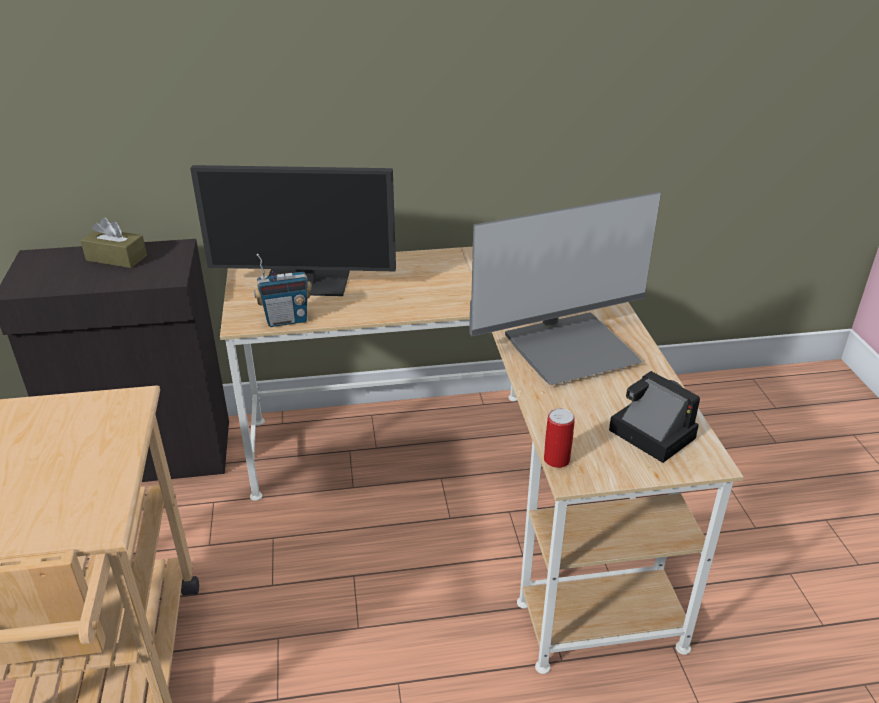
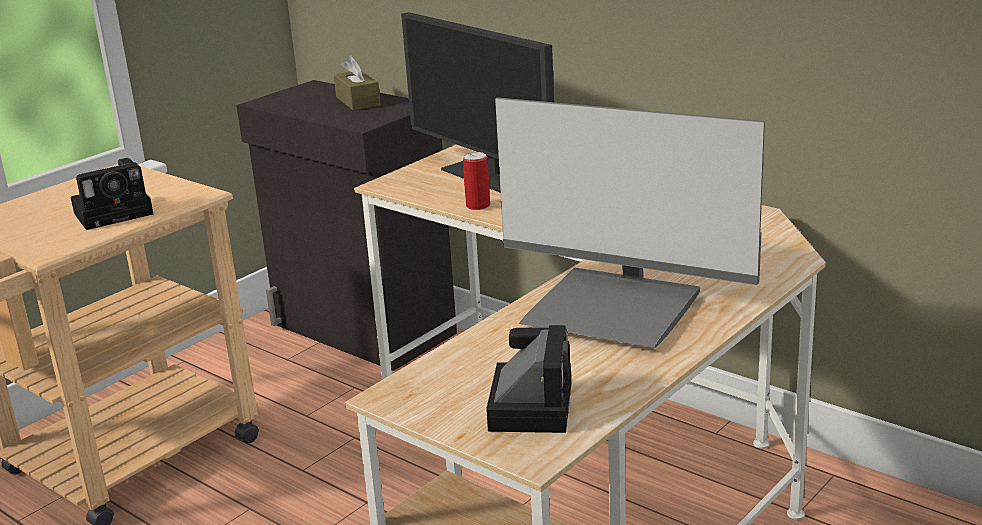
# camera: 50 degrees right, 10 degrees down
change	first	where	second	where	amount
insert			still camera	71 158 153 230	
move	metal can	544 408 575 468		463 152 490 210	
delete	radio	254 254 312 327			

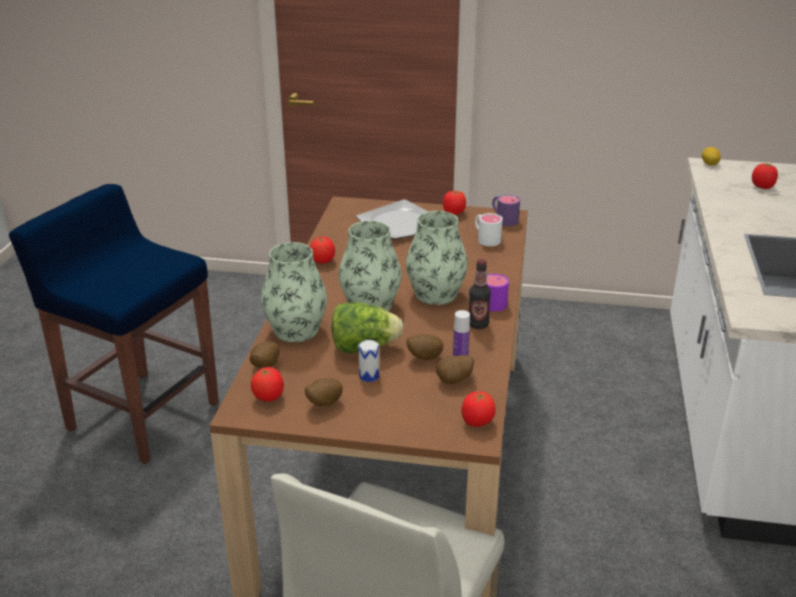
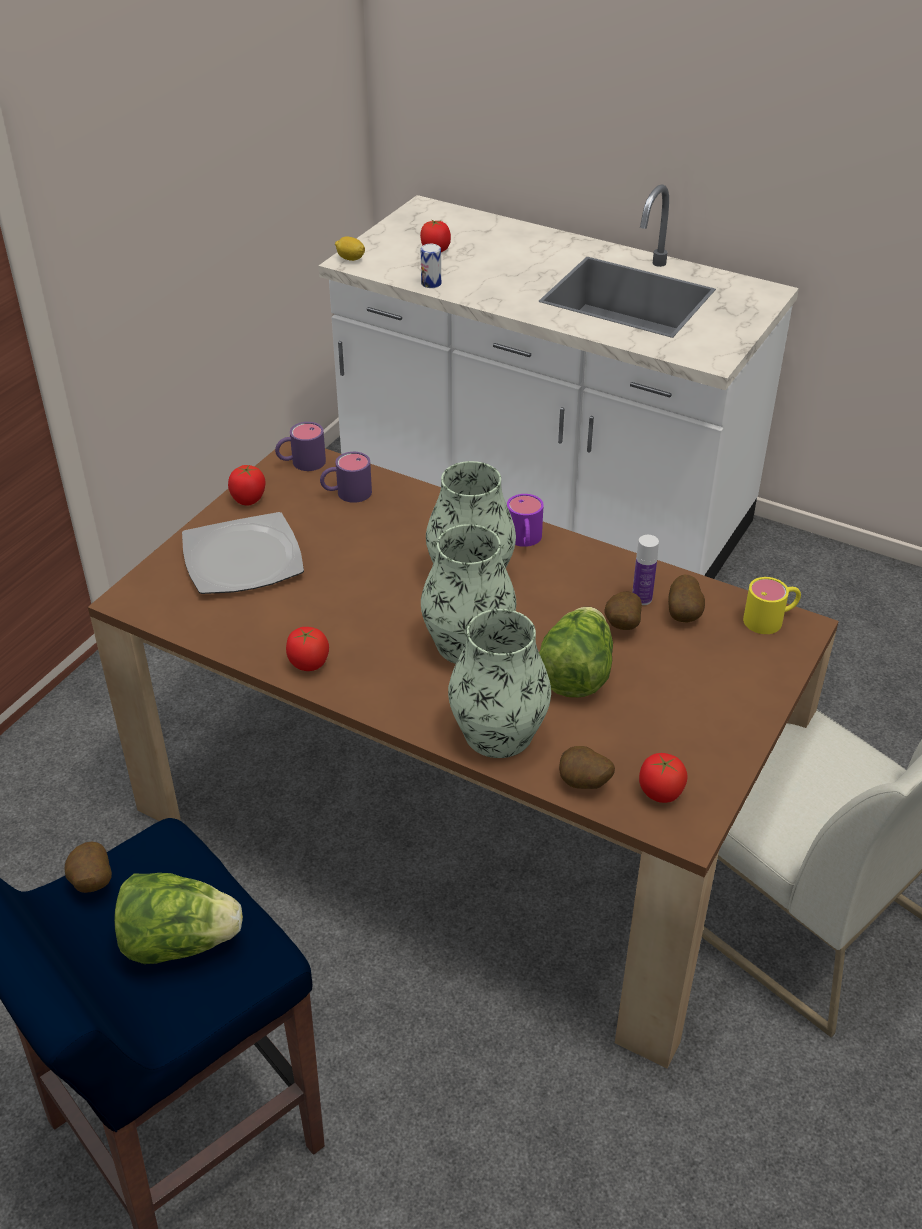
# camera: 70 degrees left, 10 degrees up
change	first	where	second	where	amount
move	potato	305 378 343 406		64 842 112 893	
insert			lettuce head	114 873 243 964	
recolor	tea mug in white-coloured	475 213 503 246	tea mug in purple	320 452 372 503	
move	metal can	358 340 379 382		421 244 441 288	
replace	fresh tomato	461 391 496 427	tea mug in yellow	743 577 801 634	
delete	drink bottle	469 259 491 329			

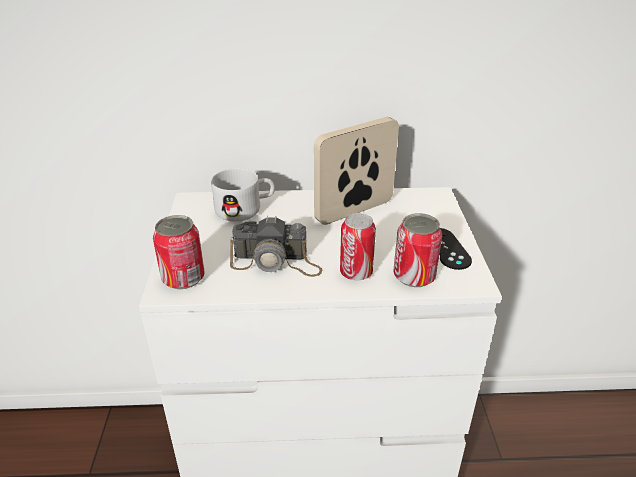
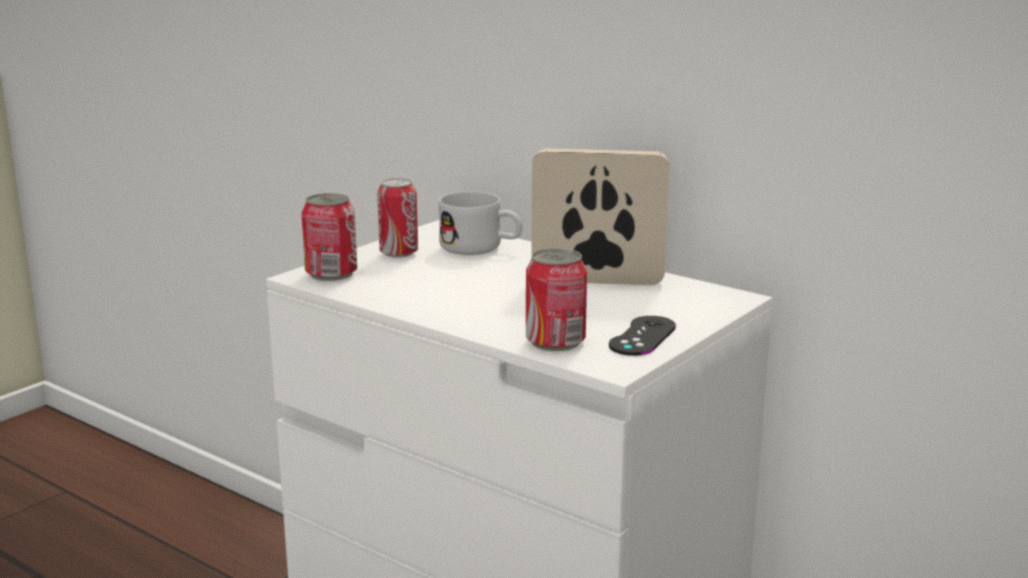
# camera: 40 degrees right, 15 degrees down
change	first	where	second	where	amount
move	metal can	340 213 376 280		377 178 418 258	
delete	still camera	230 216 322 277			

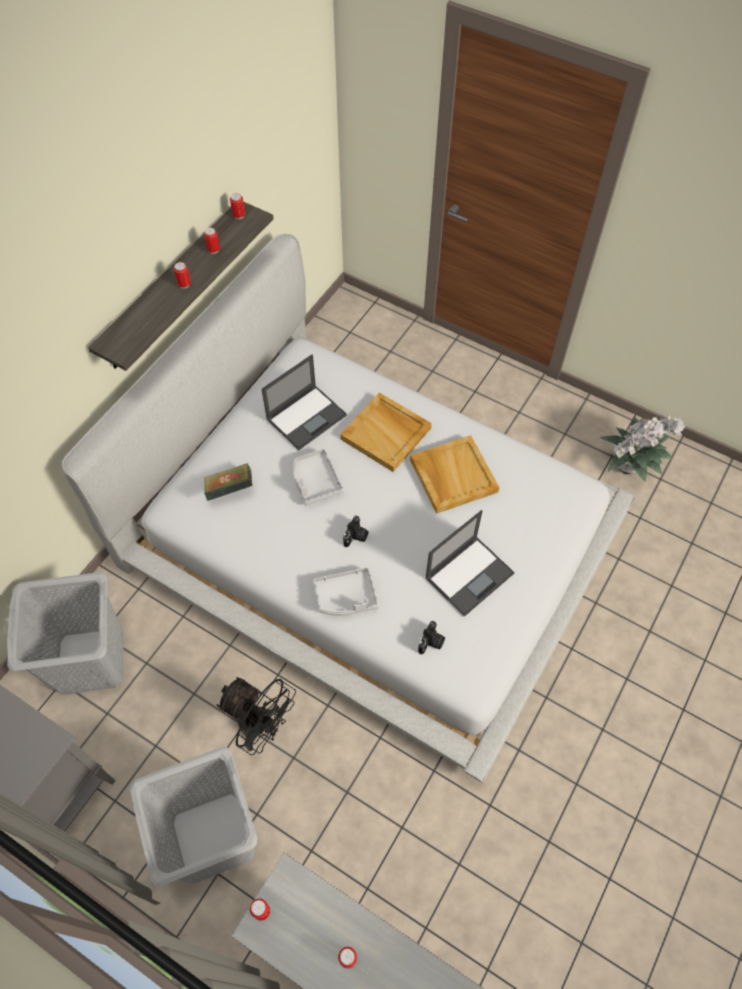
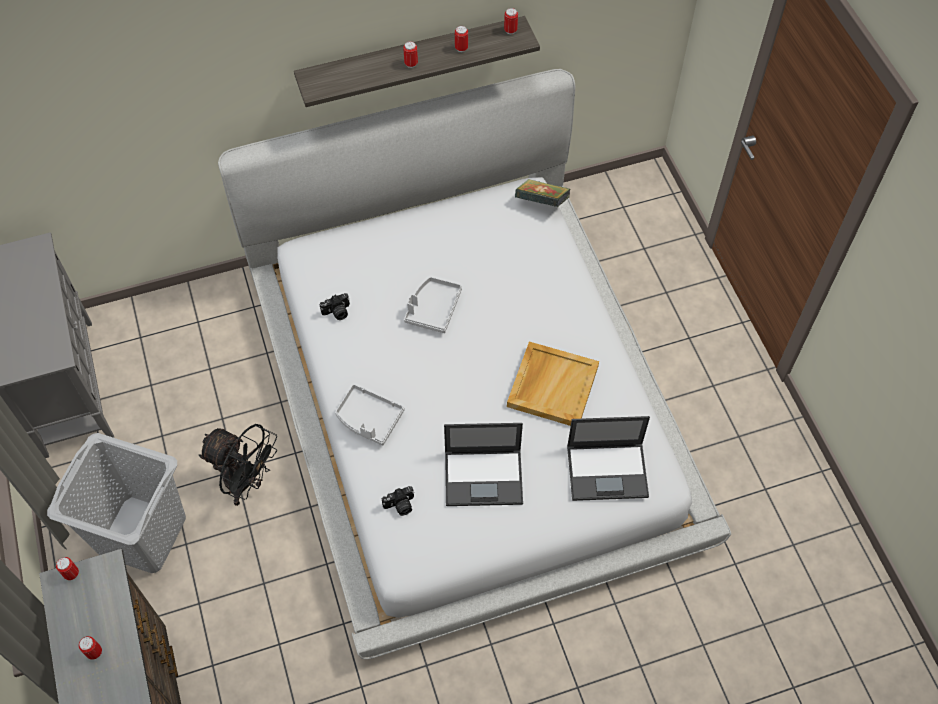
# camera: 40 degrees right, 0 degrees up
change	first	where	second	where	amount
rotate	electric fan in blackish	216 677 296 755		199 424 277 506	45 degrees counterclockwise
move	still camera	343 516 368 547		320 293 350 320	
move	bound book	204 463 252 501		515 179 570 207	
move	notebook computer	261 354 347 450		567 416 650 501	
delete	hamper in grey	7 572 124 695			
delete	serving tray in beige-coloured	340 392 432 472			
delete	plant in a pot	599 414 685 482			

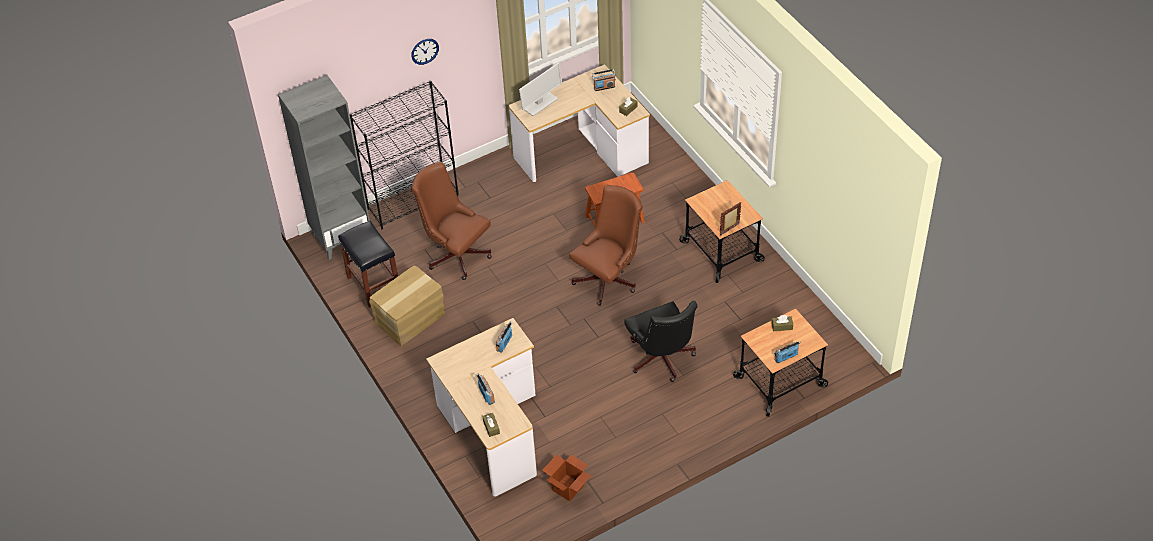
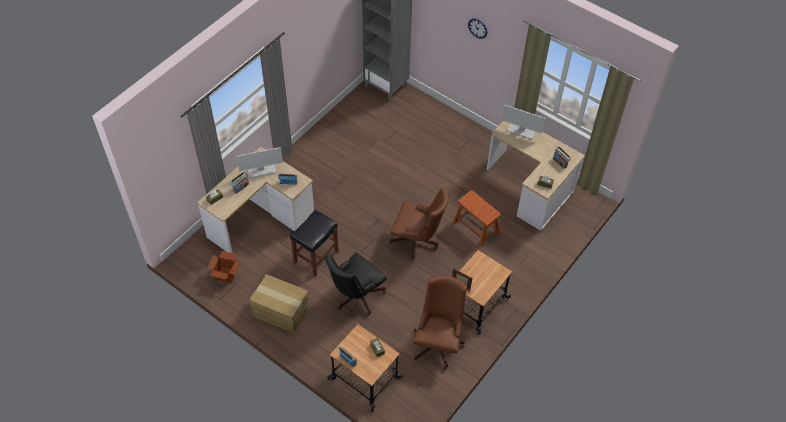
# camera: 65 degrees right, 5 degrees up
change	first	where	second	where	amount
insert			monitor	237 147 283 178	
move	packing box	369 265 445 346		249 274 309 333	
move	stool in blackish	338 221 398 308		290 210 339 276	
move	desk chair in brown-coloured	411 162 492 280		413 275 467 370	
delete	shelving unit in blackish	350 81 459 229			

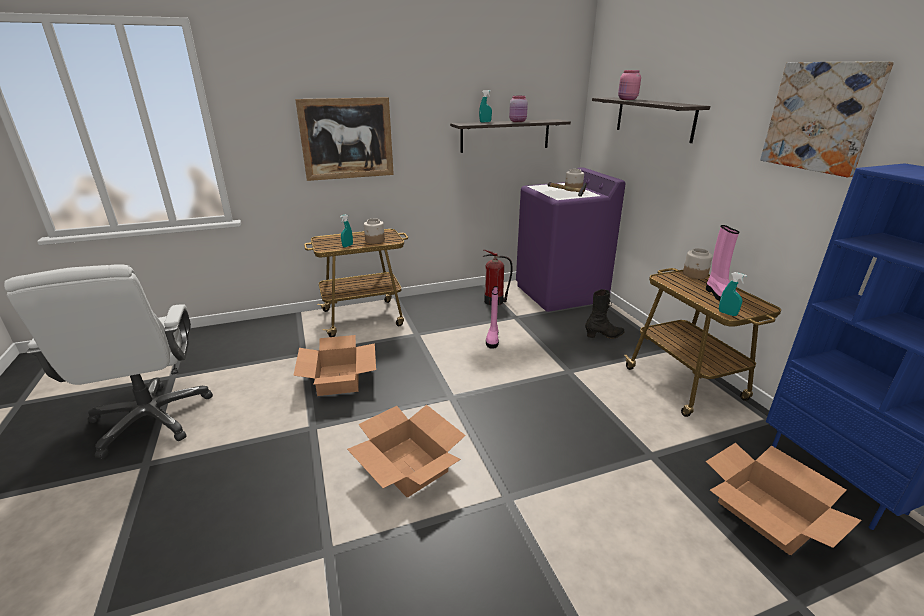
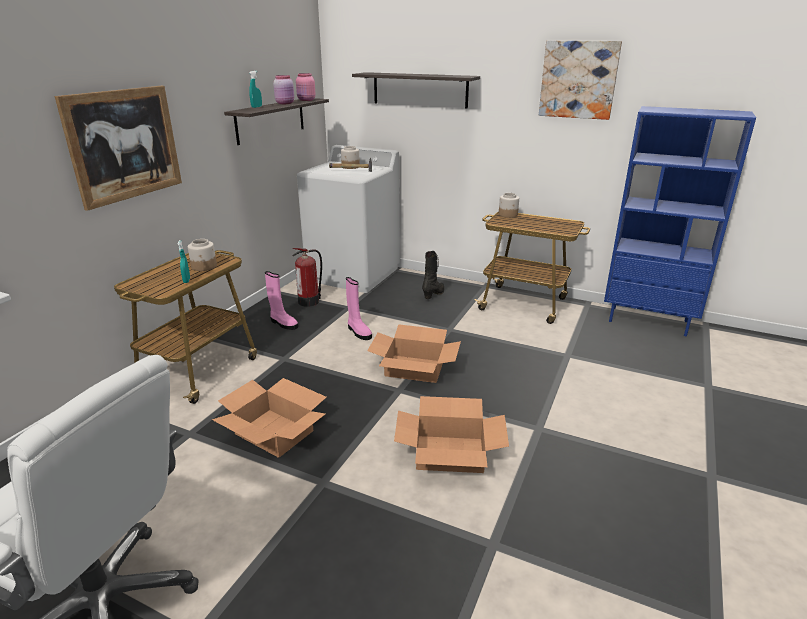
# camera: 45 degrees left, 0 degrees up
change	first	where	second	where	amount
move	tall boot in pink	706 225 739 301		265 271 298 330	
move	jar in pink	618 70 641 100		296 73 316 101	
recolor	laundry appliance in purple	516 167 626 312	laundry appliance in white-coloured	297 145 400 293	
move	packing box	706 443 862 555		367 324 461 383	
delete	hand sprayer in turquoise-coloured	719 272 747 316			

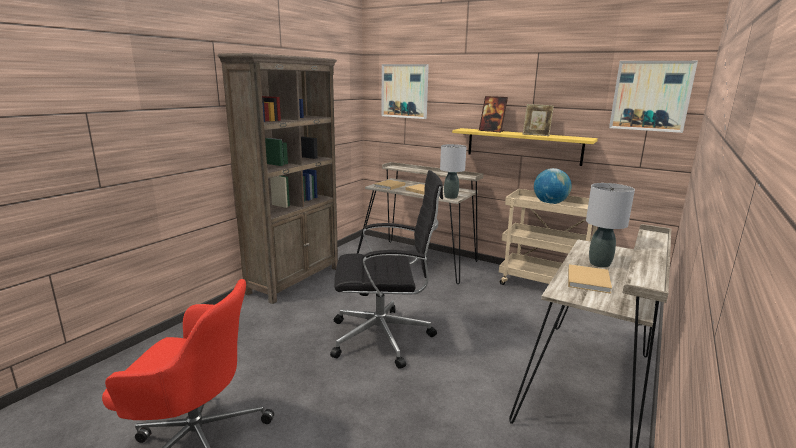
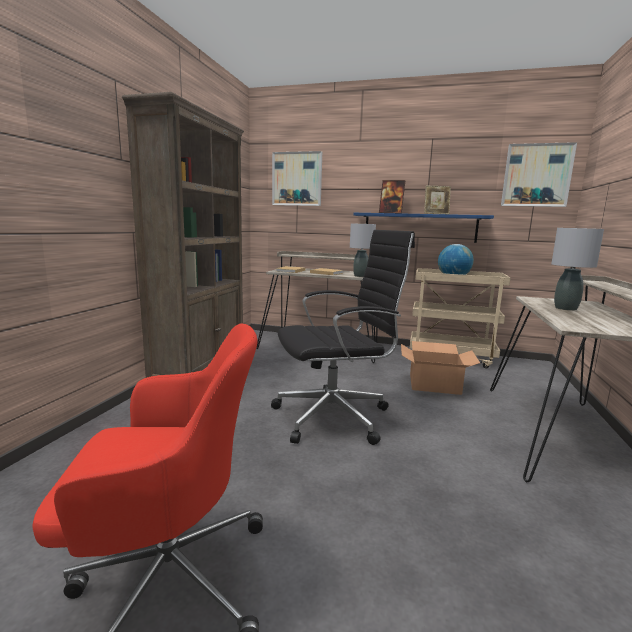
# camera: 15 degrees left, 5 degrees down
change	first	where	second	where	amount
recolor	bracket shelf in yellow	452 128 598 166	bracket shelf in blue	353 213 494 243	
insert			packing box	401 341 480 395	
delete	bound book in beige-coloured	568 264 612 293			

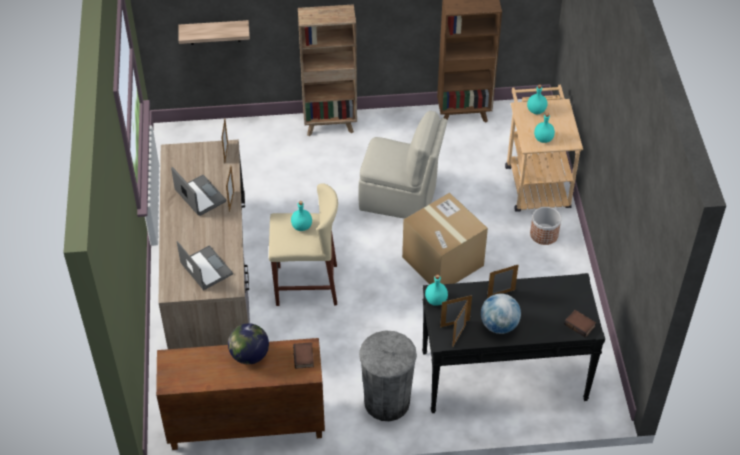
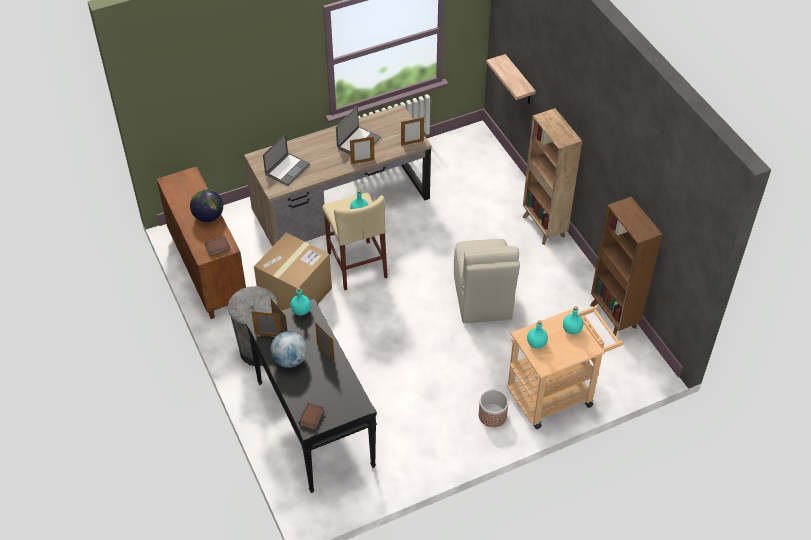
# camera: 70 degrees right, 0 degrees up
change	first	where	second	where	amount
move	packing box	402 193 488 284		254 233 332 311	

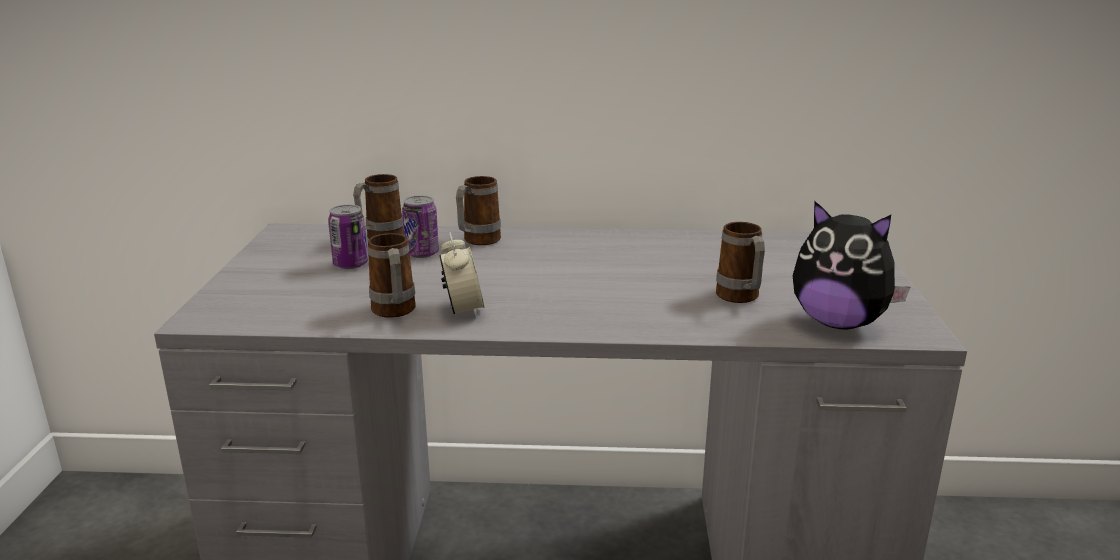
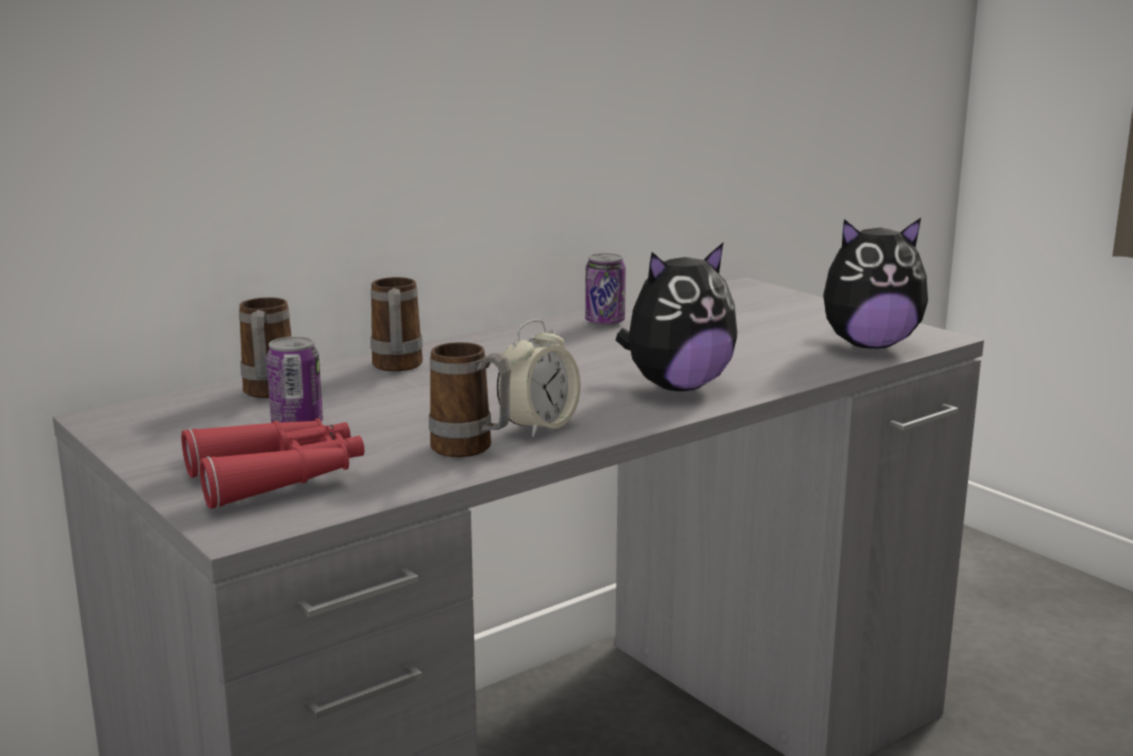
# camera: 40 degrees left, 5 degrees down
change	first	where	second	where	amount
insert			field glasses in red	181 418 365 509	
rotate	bedside clock	439 232 485 318		497 320 581 437	90 degrees clockwise
move	metal can	402 195 439 258		585 253 626 326	
insert			soft toy	616 243 737 391	
delete	tea mug	716 222 765 303			

